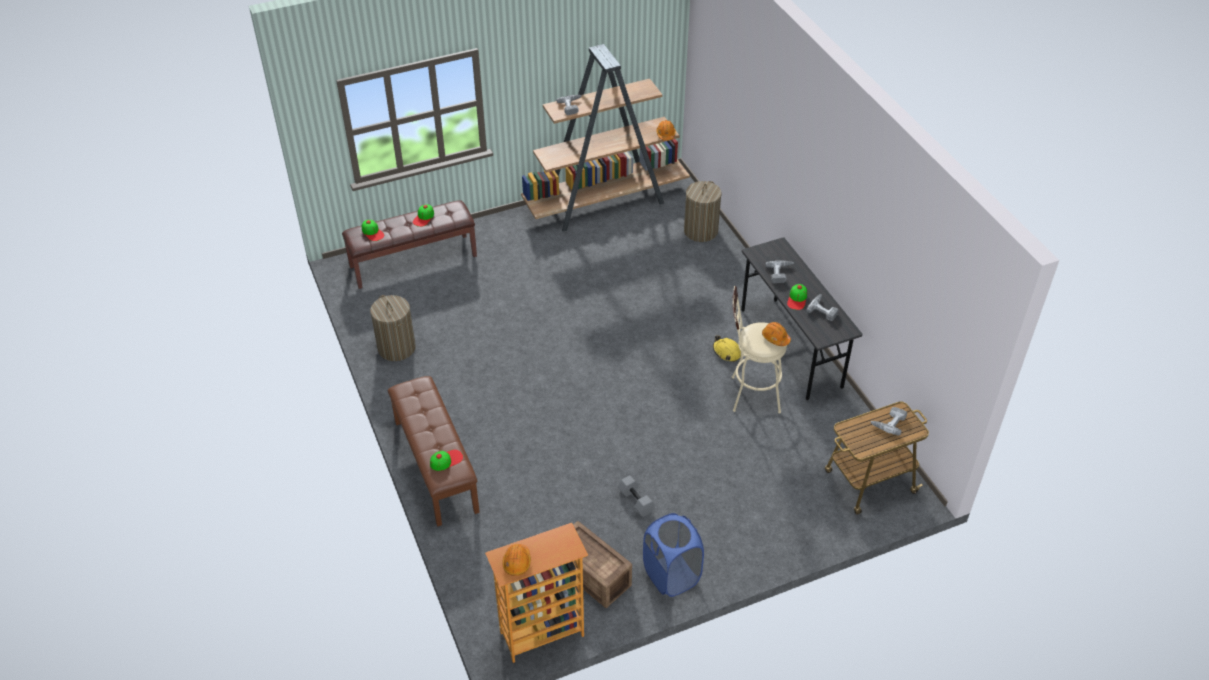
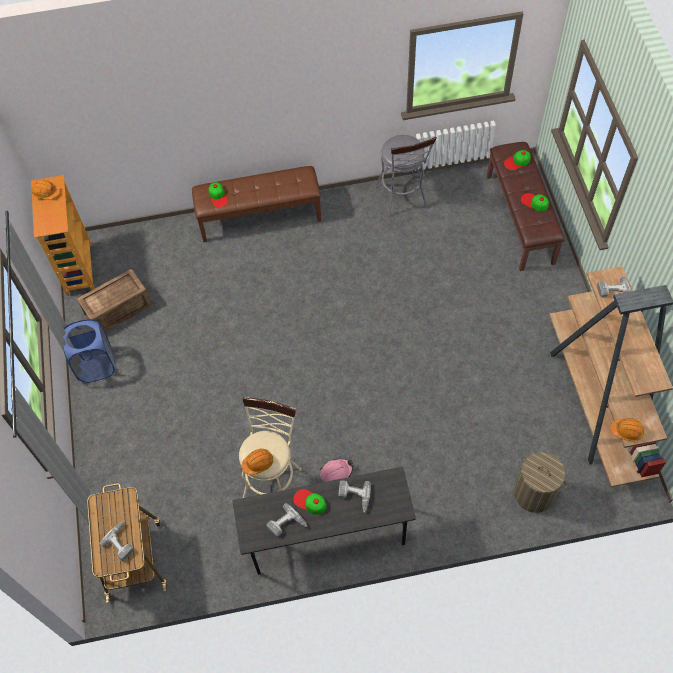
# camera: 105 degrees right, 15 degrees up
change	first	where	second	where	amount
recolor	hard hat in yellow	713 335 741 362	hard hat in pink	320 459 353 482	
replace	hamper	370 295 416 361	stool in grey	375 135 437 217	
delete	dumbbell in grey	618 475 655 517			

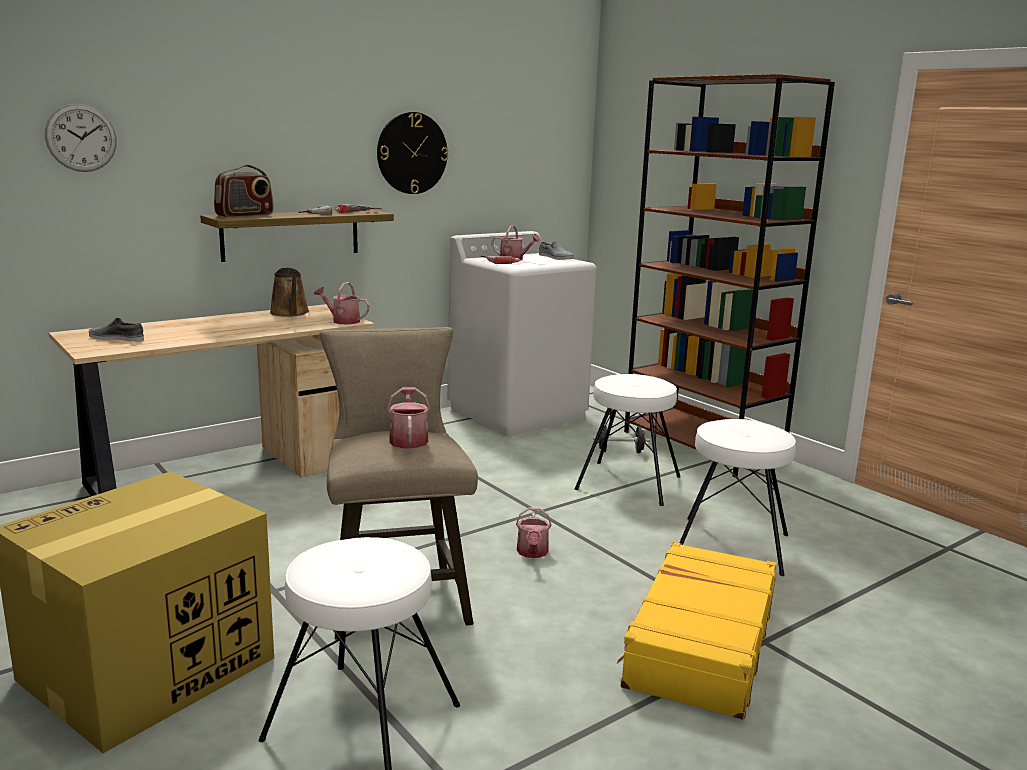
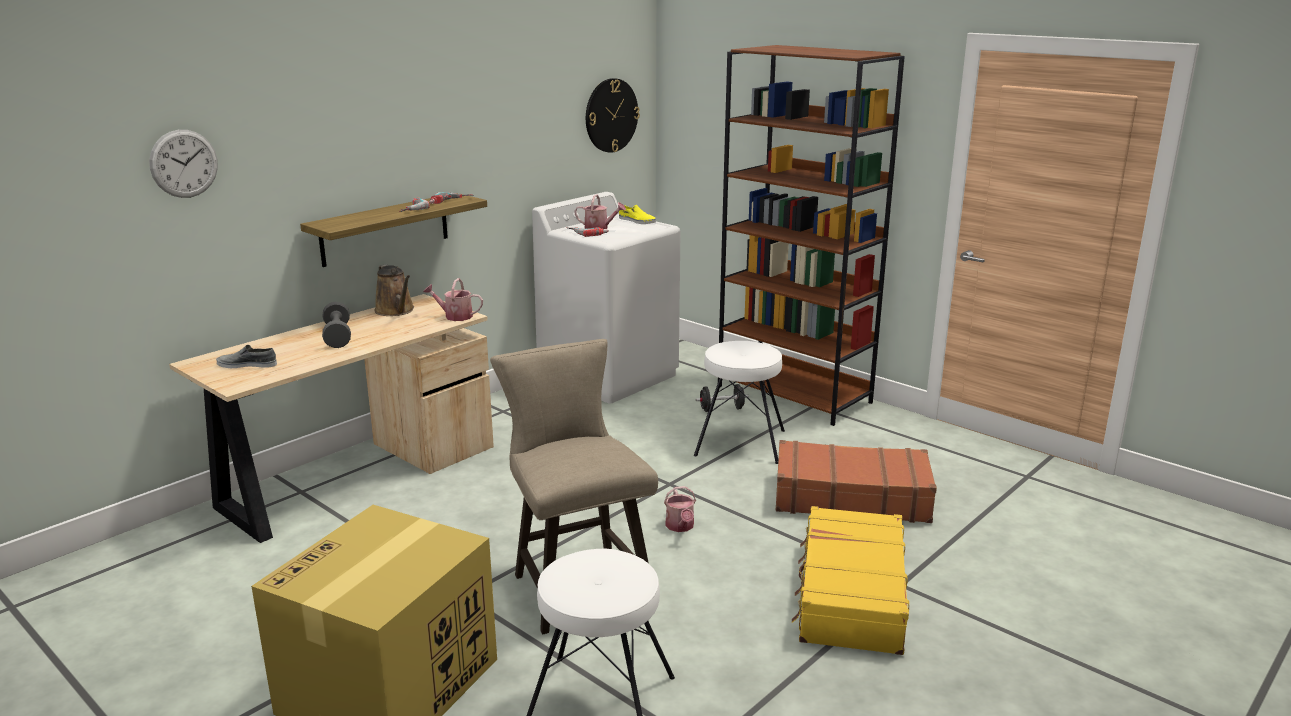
# camera: 10 degrees left, 5 degrees up
change	first	where	second	where	amount
insert			dumbbell in grey	322 302 351 348	
move	wall clock	377 112 448 194		586 78 640 153	
recolor	low shoe in grey	539 241 574 260	low shoe in yellow	619 205 656 224	
replace	stool in white-coloured	679 419 796 576	suitcase in brown-coloured	776 440 937 523	
delete	radio	214 165 274 217			
delete	sprinkling can	387 386 430 449			

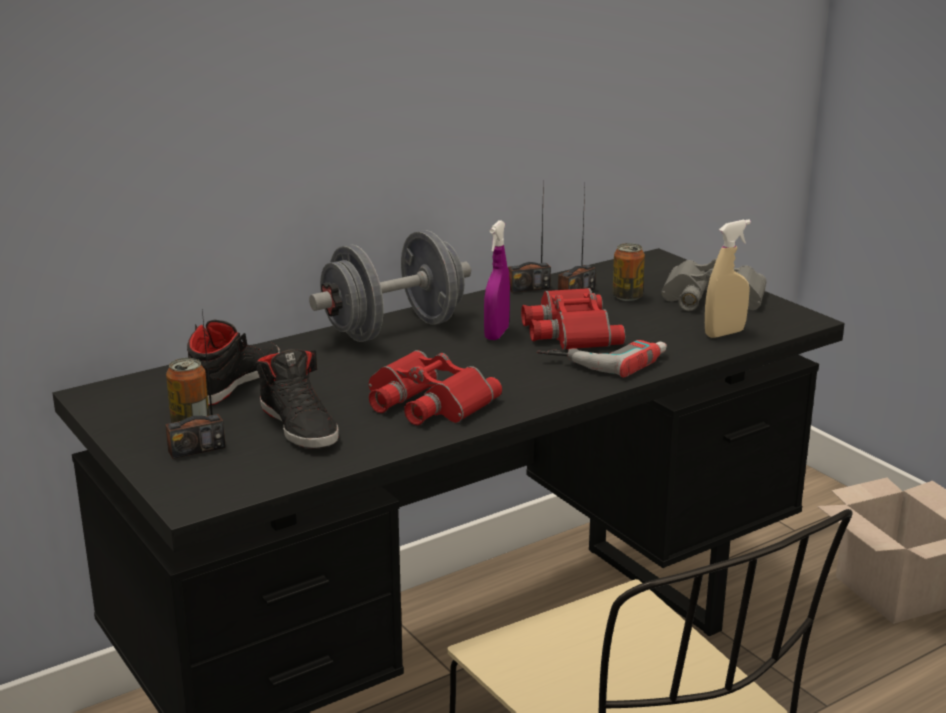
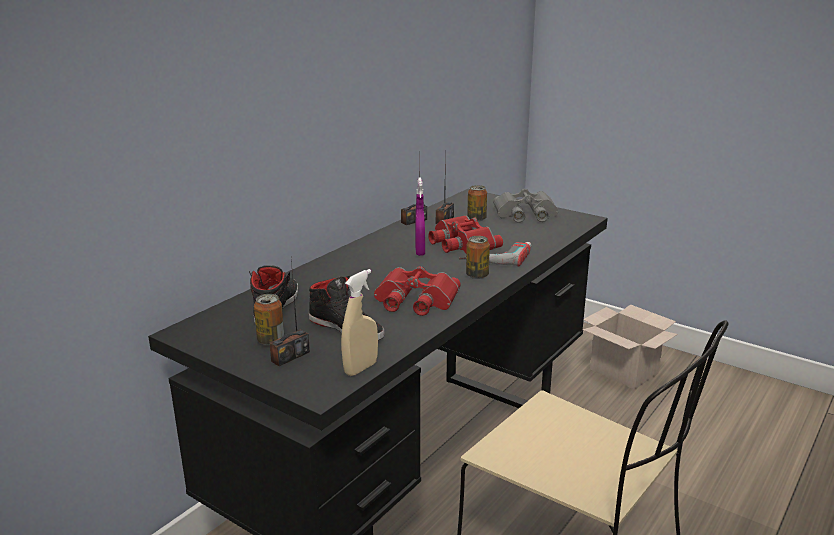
# camera: 20 degrees left, 0 degrees up
change	first	where	second	where	amount
move	hand sprayer in beige-coloured	705 219 751 338		341 269 378 376	
insert			metal can	466 236 490 279	
delete	dumbbell in grey	309 230 471 342			

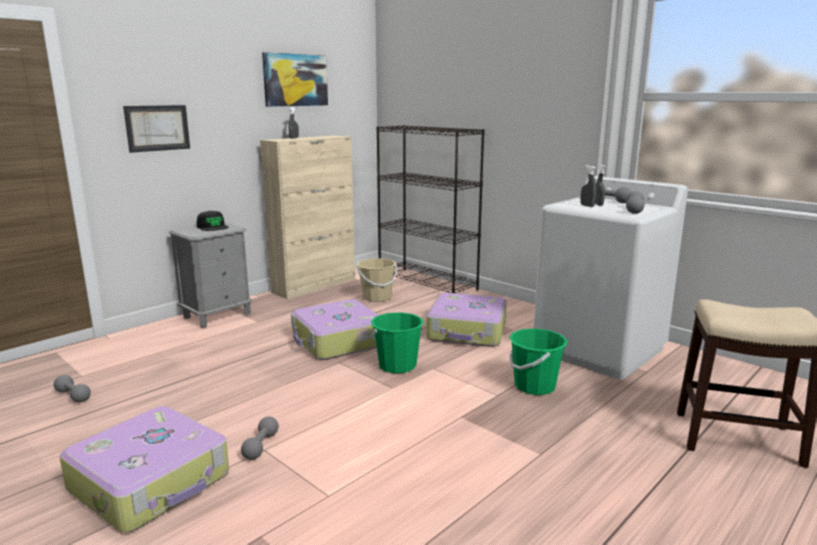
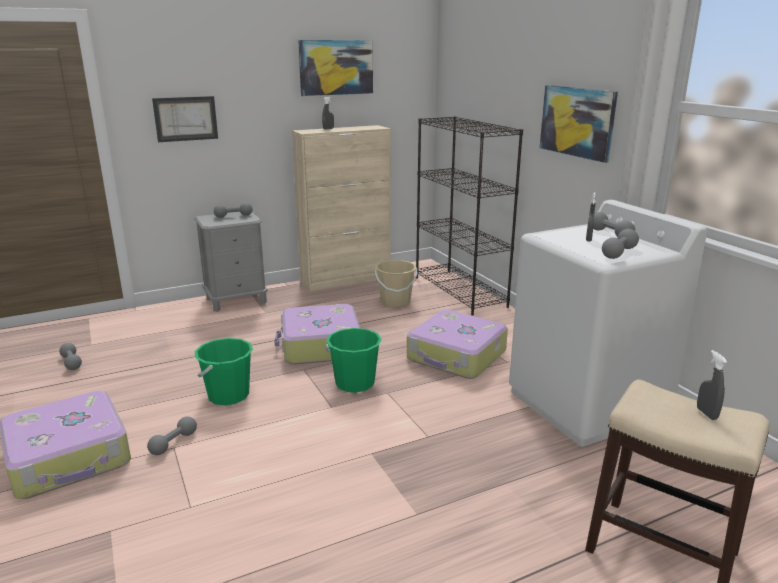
# camera: 20 degrees right, 5 degrees up
change	first	where	second	where	amount
move	water bucket in greenish	509 328 568 395		195 338 253 406	
replace	baseball cap in blackish	196 211 228 231	dumbbell in grey	214 203 253 218	
insert			wall picture	540 85 618 163	
move	hand sprayer in grey	581 165 596 207		697 350 727 420	

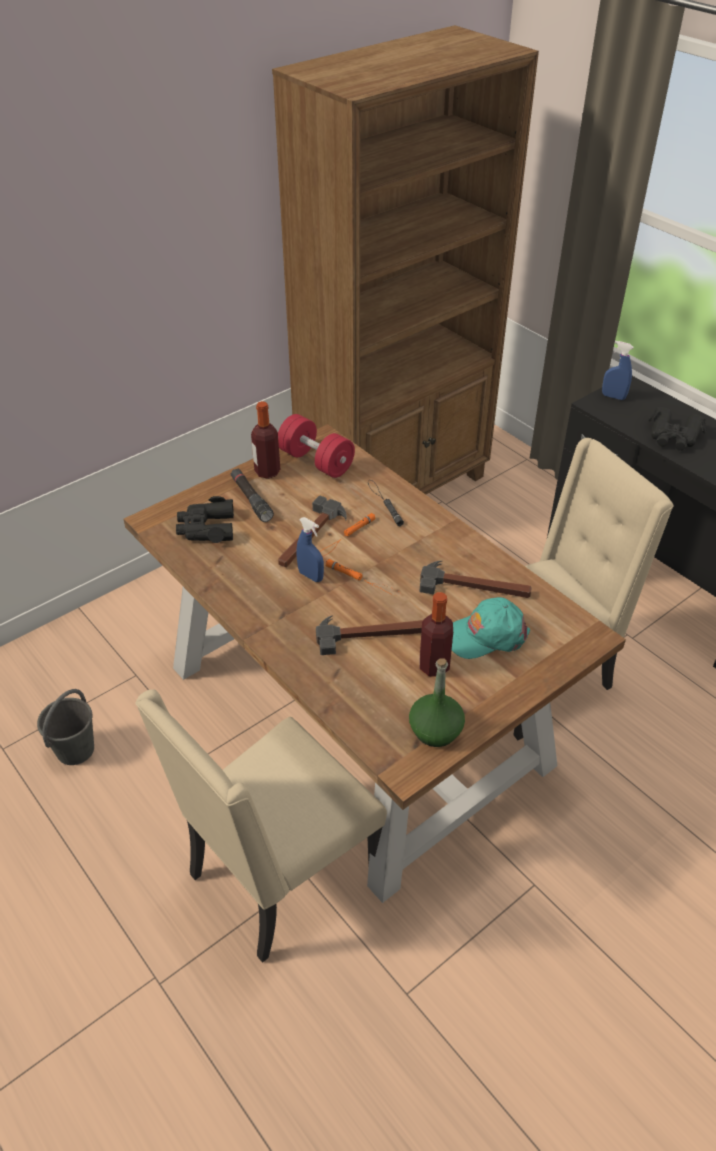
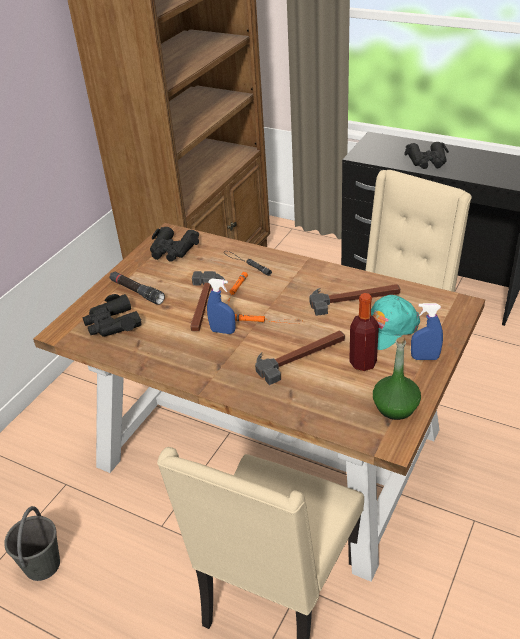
# camera: 20 degrees left, 5 degrees down
change	first	where	second	where	amount
replace	dumbbell in red	278 414 355 478	field glasses in blackish	150 227 199 262	
move	hand sprayer in blue	602 341 634 400		411 303 443 360	
delete	drink bottle	251 401 280 479			

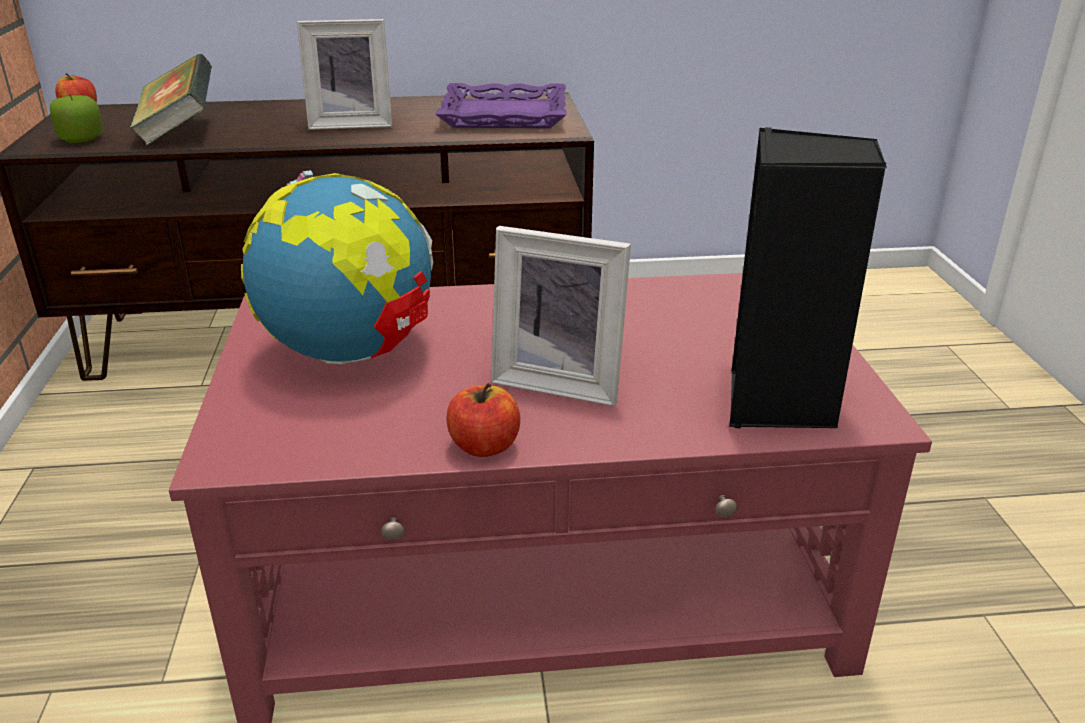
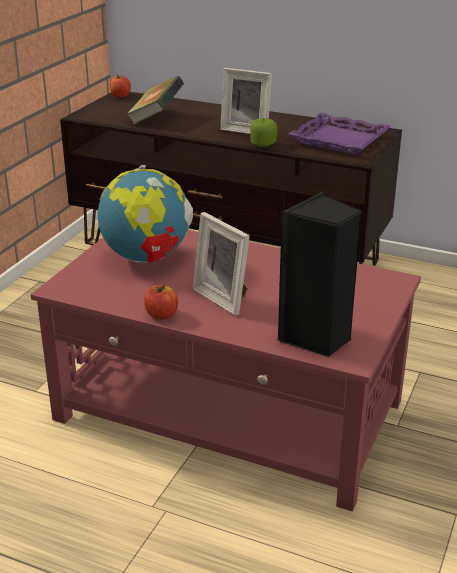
# camera: 30 degrees right, 0 degrees up
change	first	where	second	where	amount
move	apple	50 94 103 143		250 118 277 147	

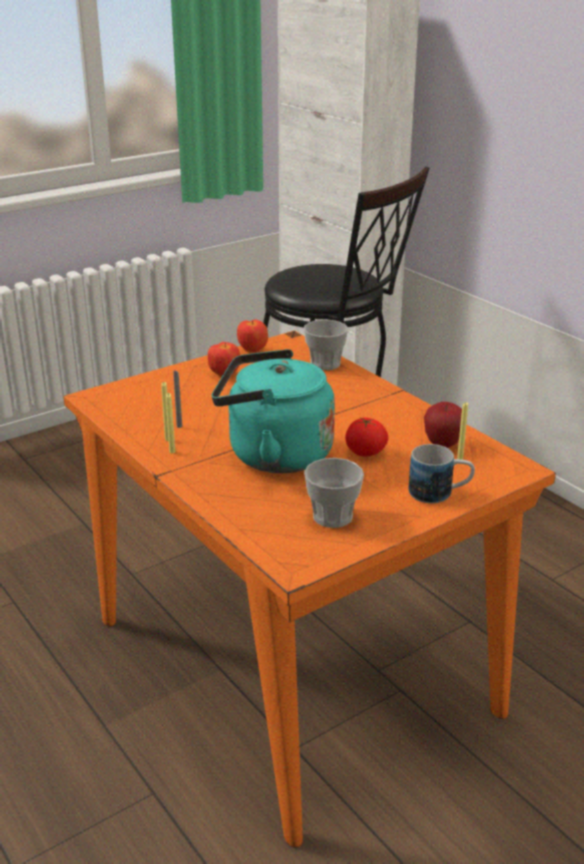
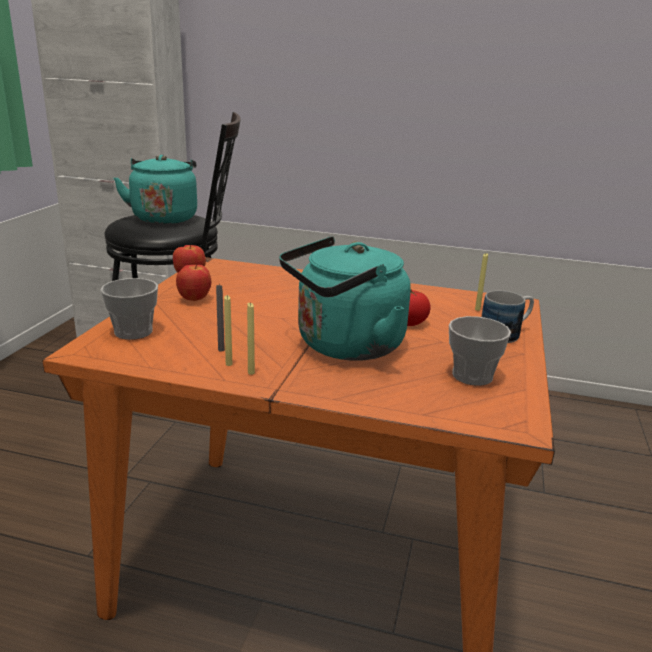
# camera: 40 degrees left, 5 degrees down
change	first	where	second	where	amount
move	cup	304 320 348 370		100 278 158 340	
insert			tea kettle in turquoise-coloured	113 155 197 224	
delete	apple	424 402 462 448			

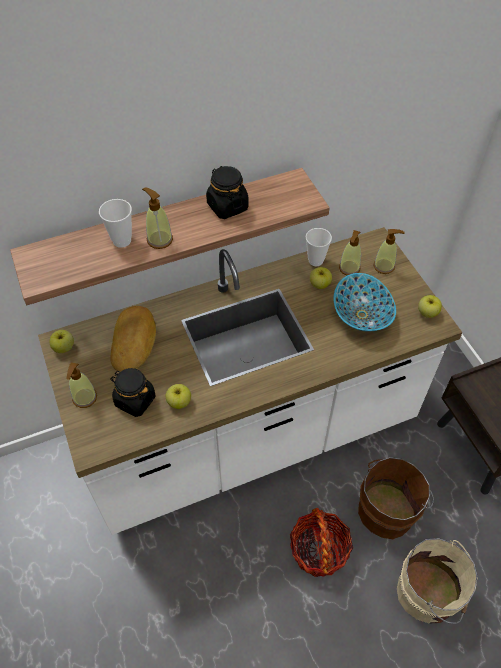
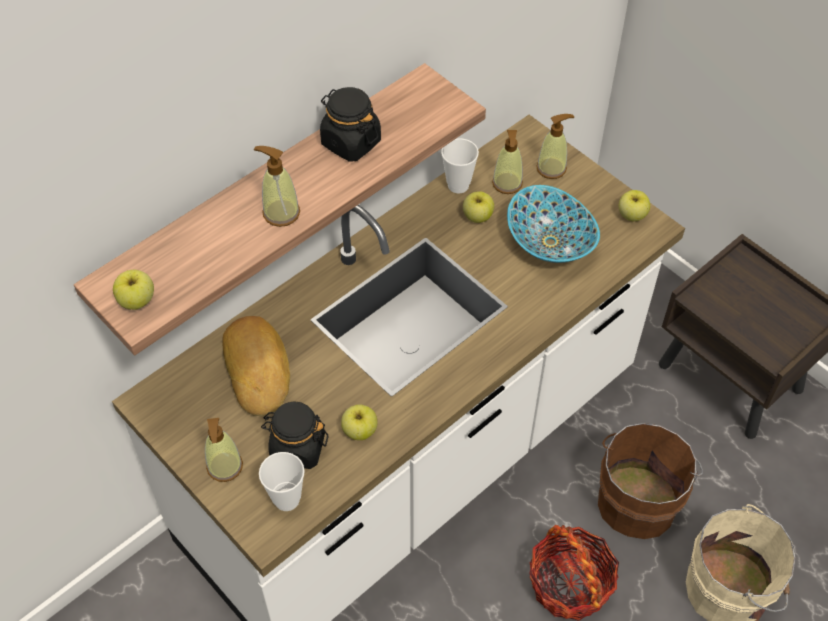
# camera: 20 degrees left, 0 degrees up
change	first	where	second	where	amount
move	apple	50 330 74 353		113 270 154 310	
move	cup	99 199 132 248		259 452 305 511	

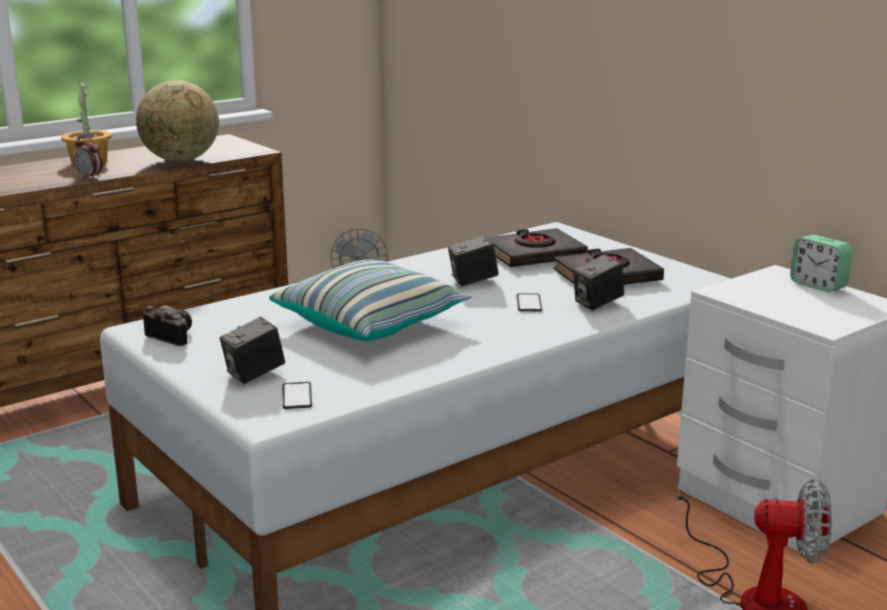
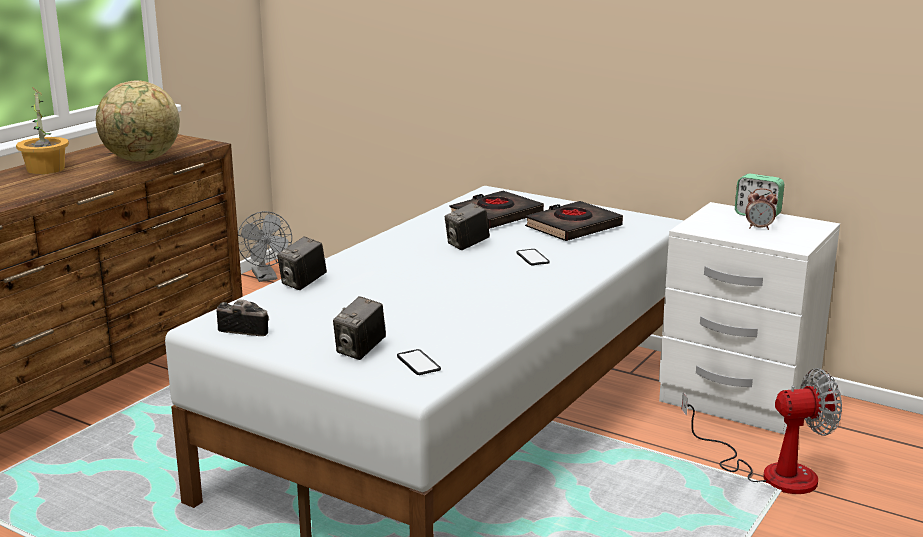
# camera: 20 degrees left, 0 degrees up
change	first	where	second	where	amount
move	still camera	573 254 624 310		277 236 327 290	
move	bedside clock	73 135 103 179		745 188 778 230	
delete	pillow	269 260 472 341			

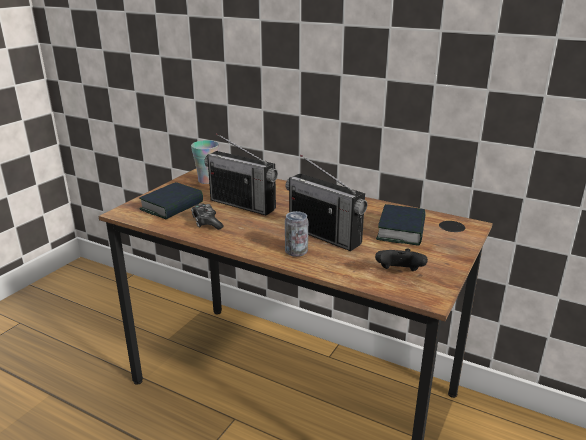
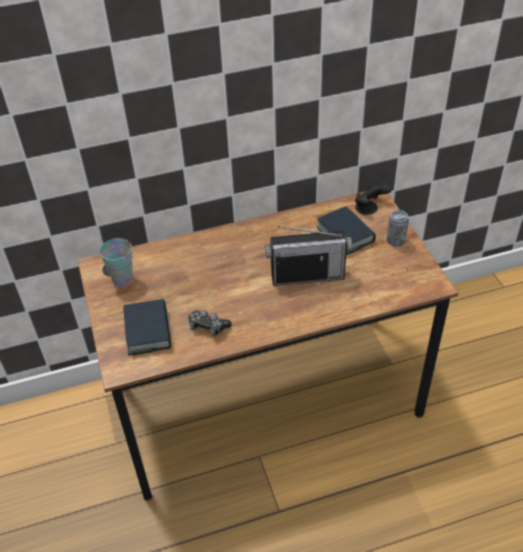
# camera: 45 degrees left, 20 degrees up
change	first	where	second	where	amount
move	game controller in blackish	375 249 428 271		355 185 391 207	
move	metal can	285 211 308 257		386 210 409 247	
delete	radio	204 133 278 215			

